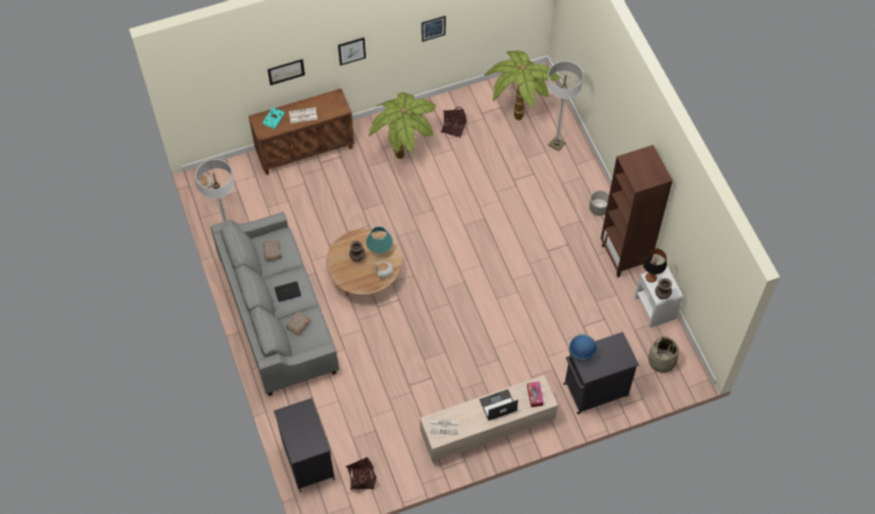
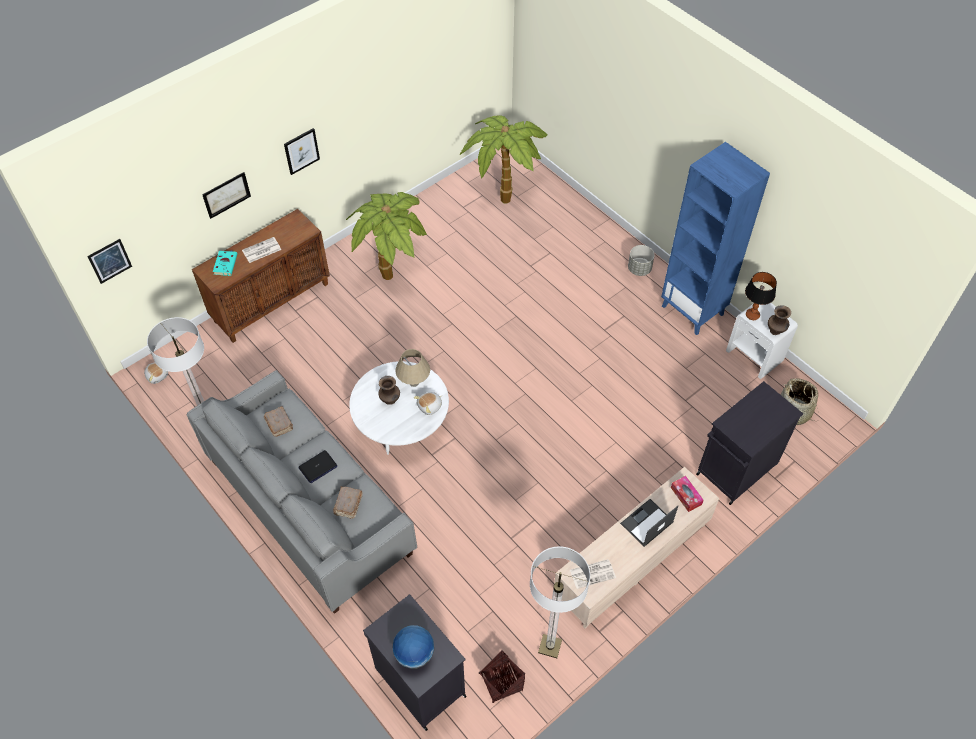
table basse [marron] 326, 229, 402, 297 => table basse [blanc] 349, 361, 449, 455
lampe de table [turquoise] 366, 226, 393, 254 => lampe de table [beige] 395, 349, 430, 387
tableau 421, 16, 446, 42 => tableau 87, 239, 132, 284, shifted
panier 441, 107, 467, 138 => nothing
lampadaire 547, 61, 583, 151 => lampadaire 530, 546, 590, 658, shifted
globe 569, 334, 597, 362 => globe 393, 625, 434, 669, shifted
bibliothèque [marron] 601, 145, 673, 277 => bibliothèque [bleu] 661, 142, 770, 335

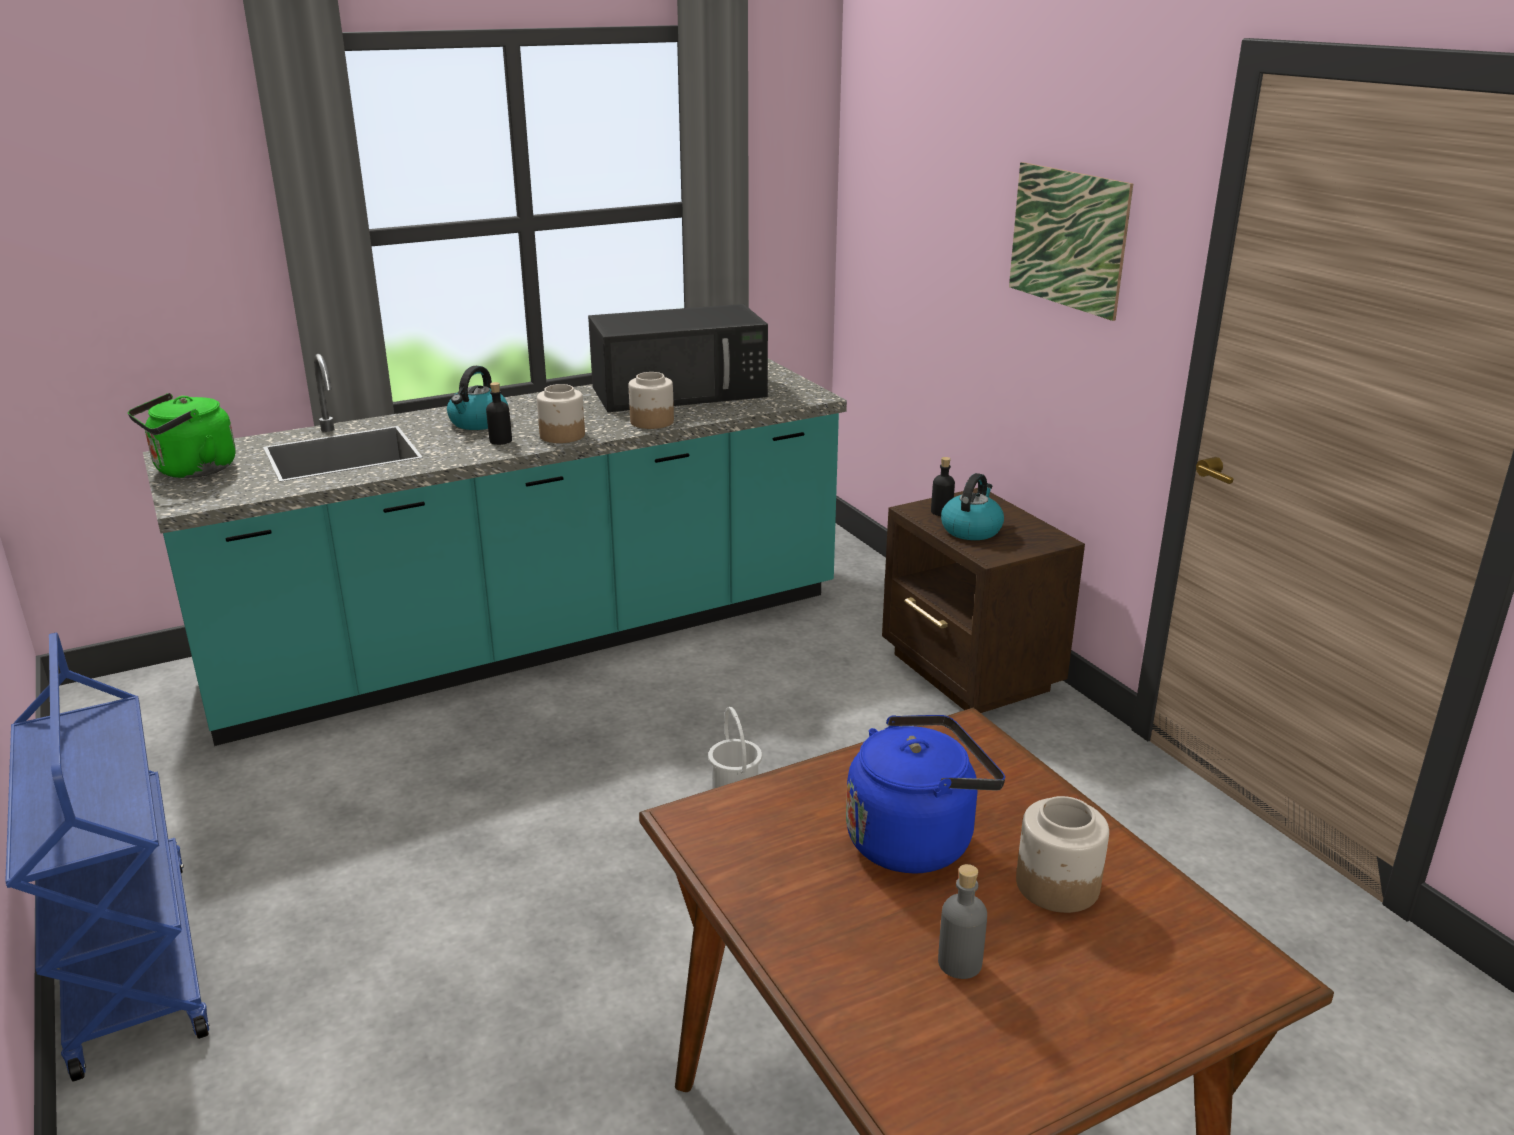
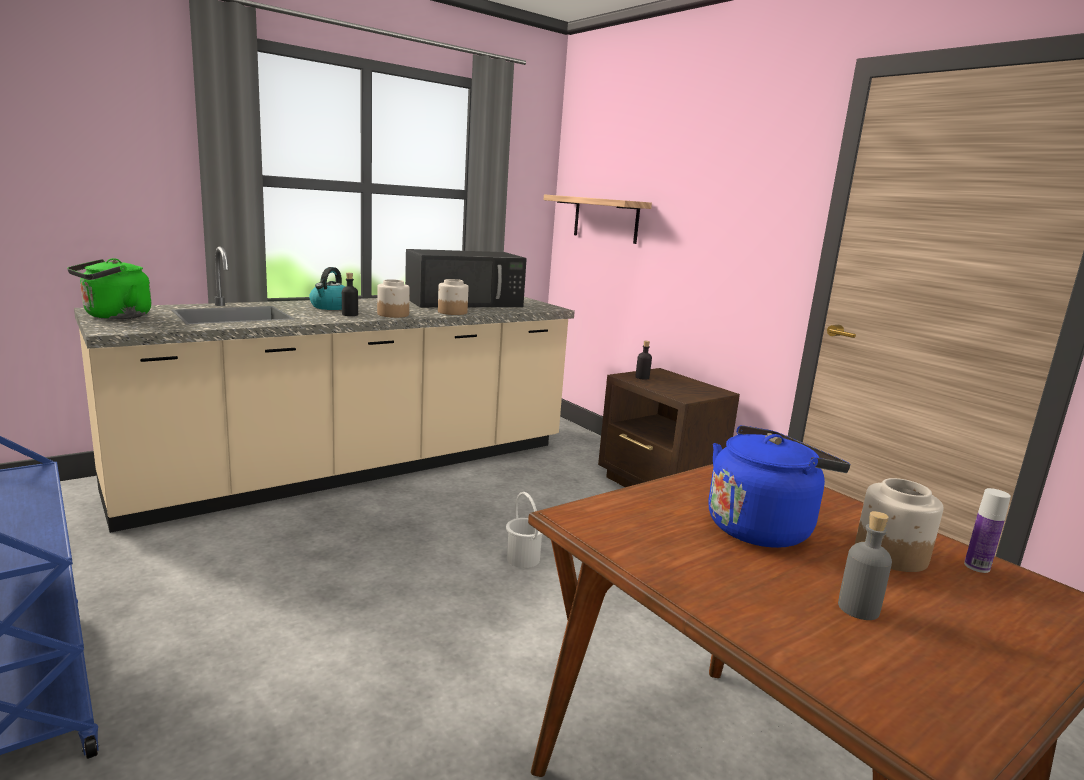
comptoir de cuisine [turquoise] 143, 354, 847, 746 => comptoir de cuisine [beige] 74, 247, 575, 533
bouilloire 941, 473, 1004, 540 => nothing
tableau 1009, 162, 1133, 321 => nothing
nothing => étagère 544, 194, 652, 244
nothing => bouteille 964, 488, 1011, 573

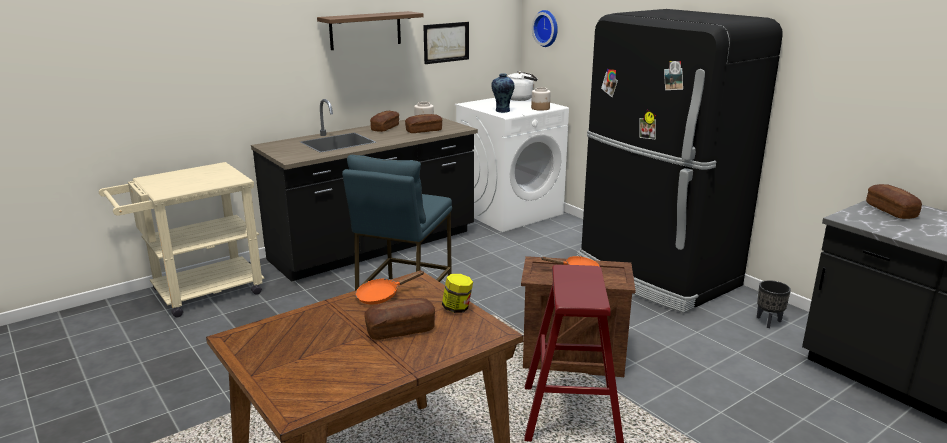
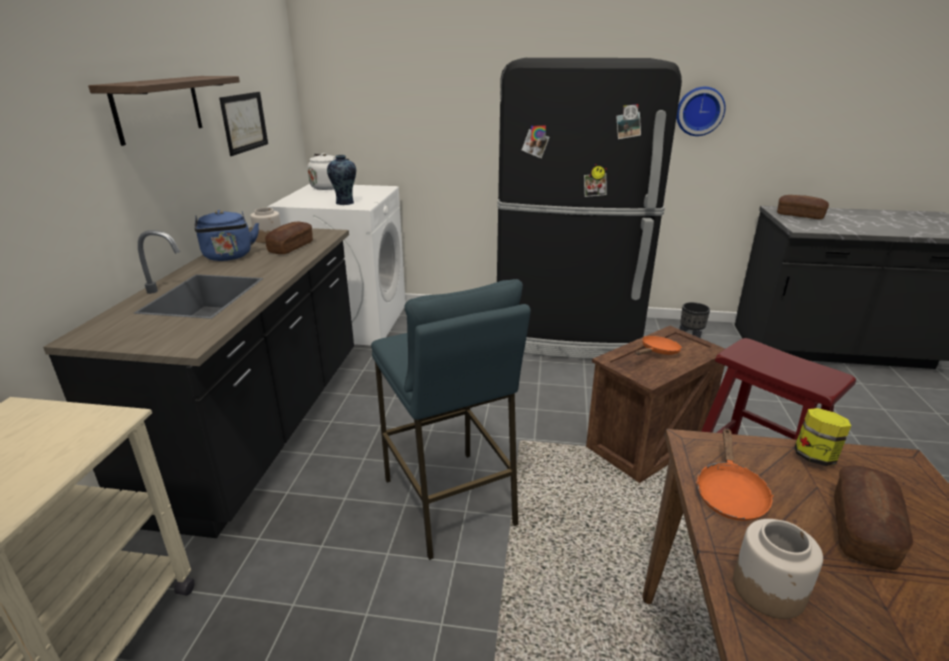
pain 370, 111, 399, 132 => bouilloire [bleu] 194, 210, 259, 261
bocal 531, 87, 551, 111 => bocal 733, 519, 823, 619, shifted
horloge murale 532, 10, 558, 47 => horloge murale 676, 87, 726, 136, shifted

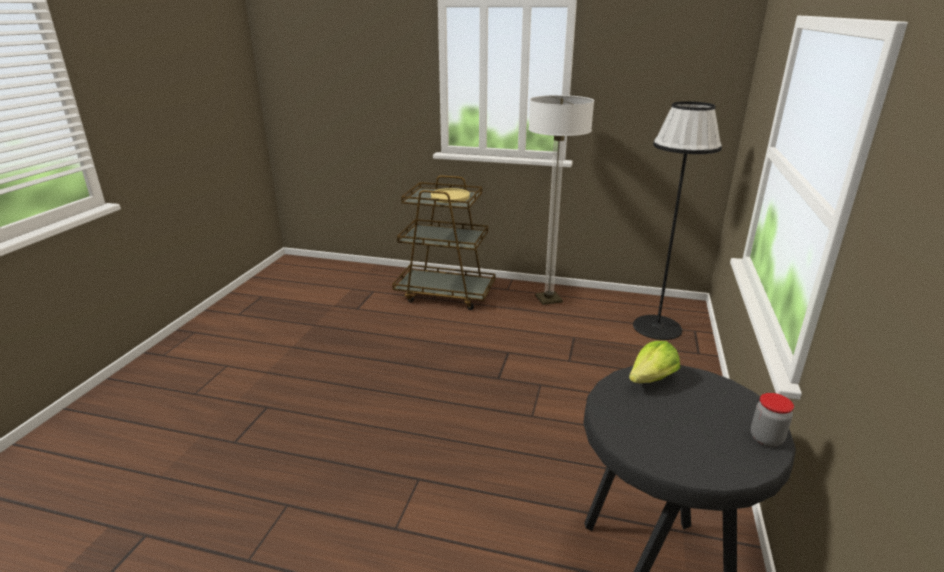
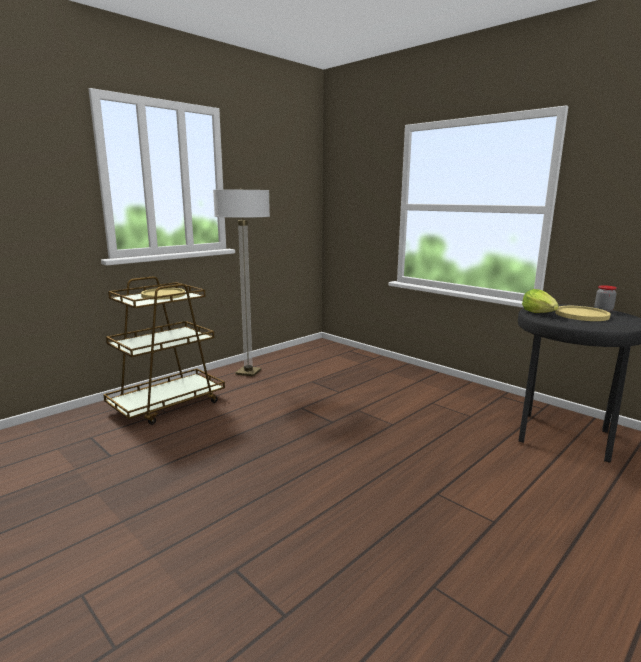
lampadaire [noir] 633, 101, 722, 340 => nothing
nothing => assiette [jaune] 555, 306, 611, 321

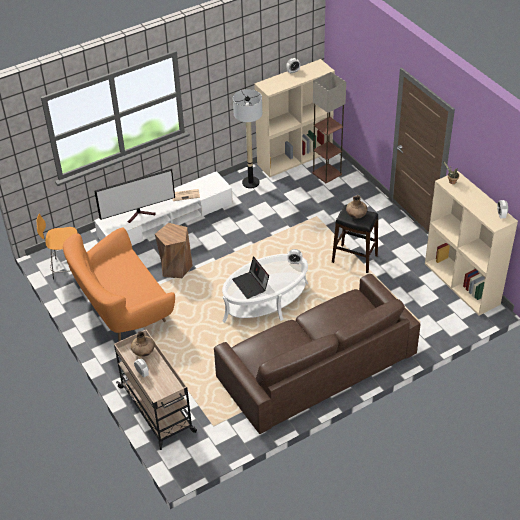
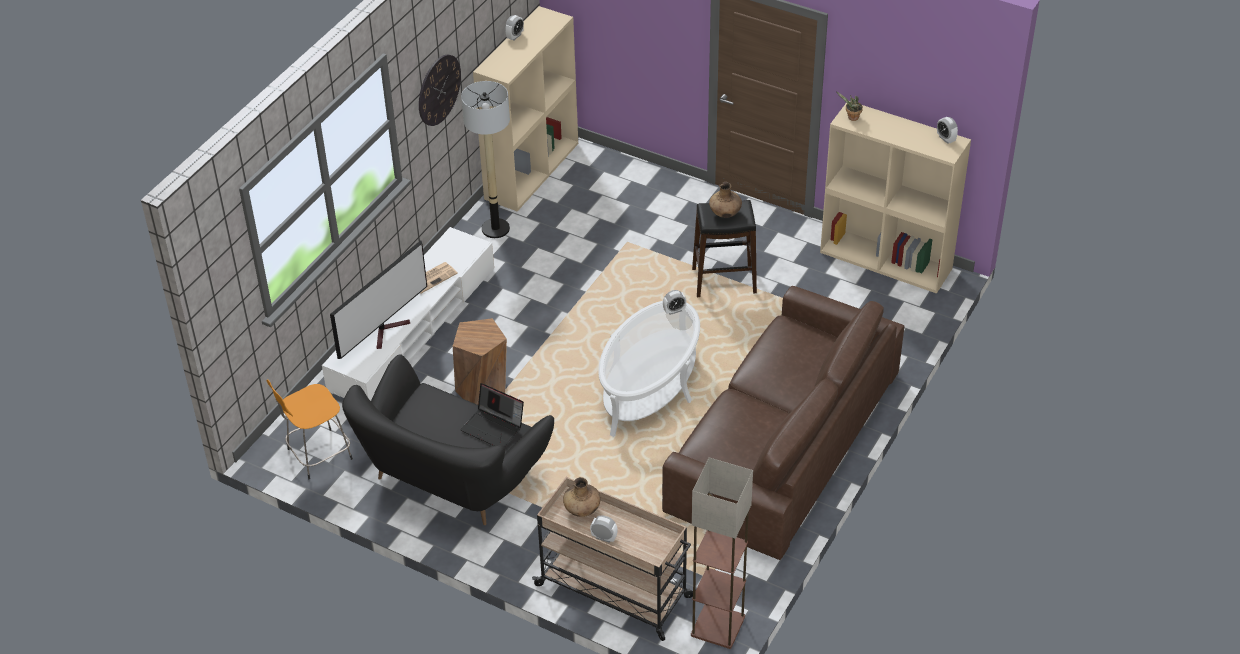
canapé [orange] 63, 228, 175, 341 => canapé [noir] 342, 354, 554, 525
ordinateur portable 232, 256, 269, 299 => ordinateur portable 461, 383, 524, 447, shifted
lampadaire 312, 72, 346, 183 => lampadaire 691, 457, 753, 649, shifted
nothing => horloge murale 419, 55, 461, 126

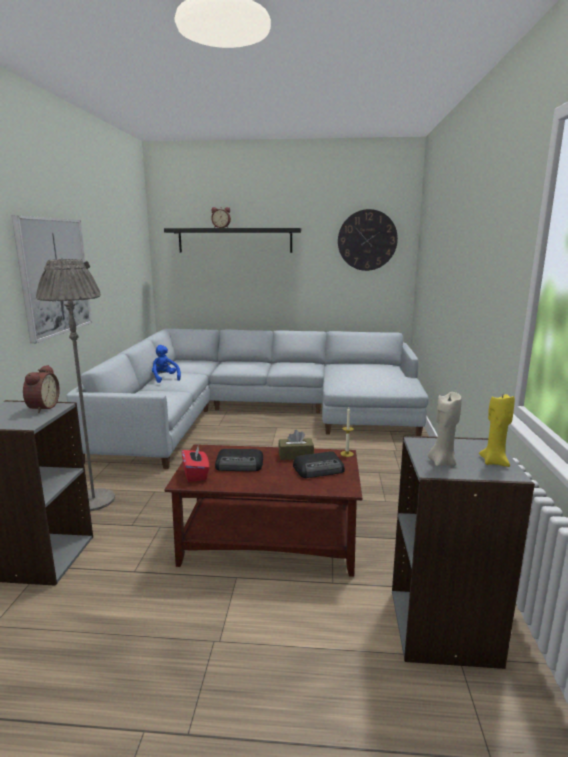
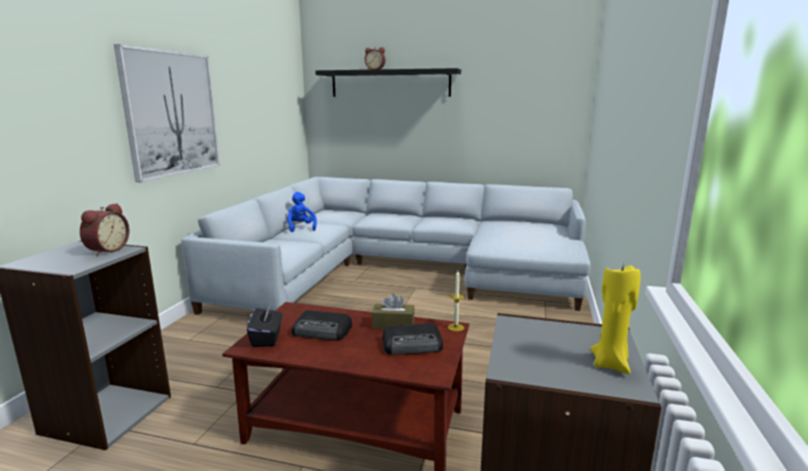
lampadaire [gris] 36, 259, 115, 511 => nothing
boîte à mouchoirs [rouge] 182, 447, 209, 482 => boîte à mouchoirs [noir] 247, 304, 282, 347
horloge murale 338, 209, 398, 271 => nothing
bougie [beige] 428, 392, 462, 467 => nothing

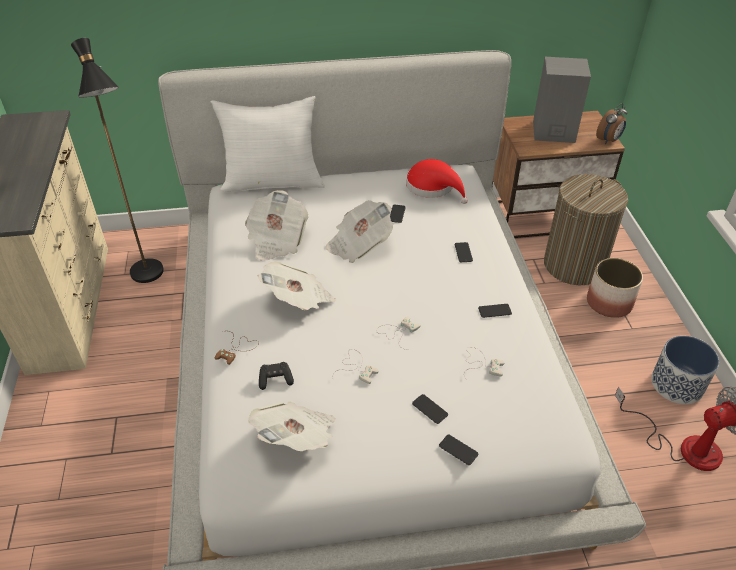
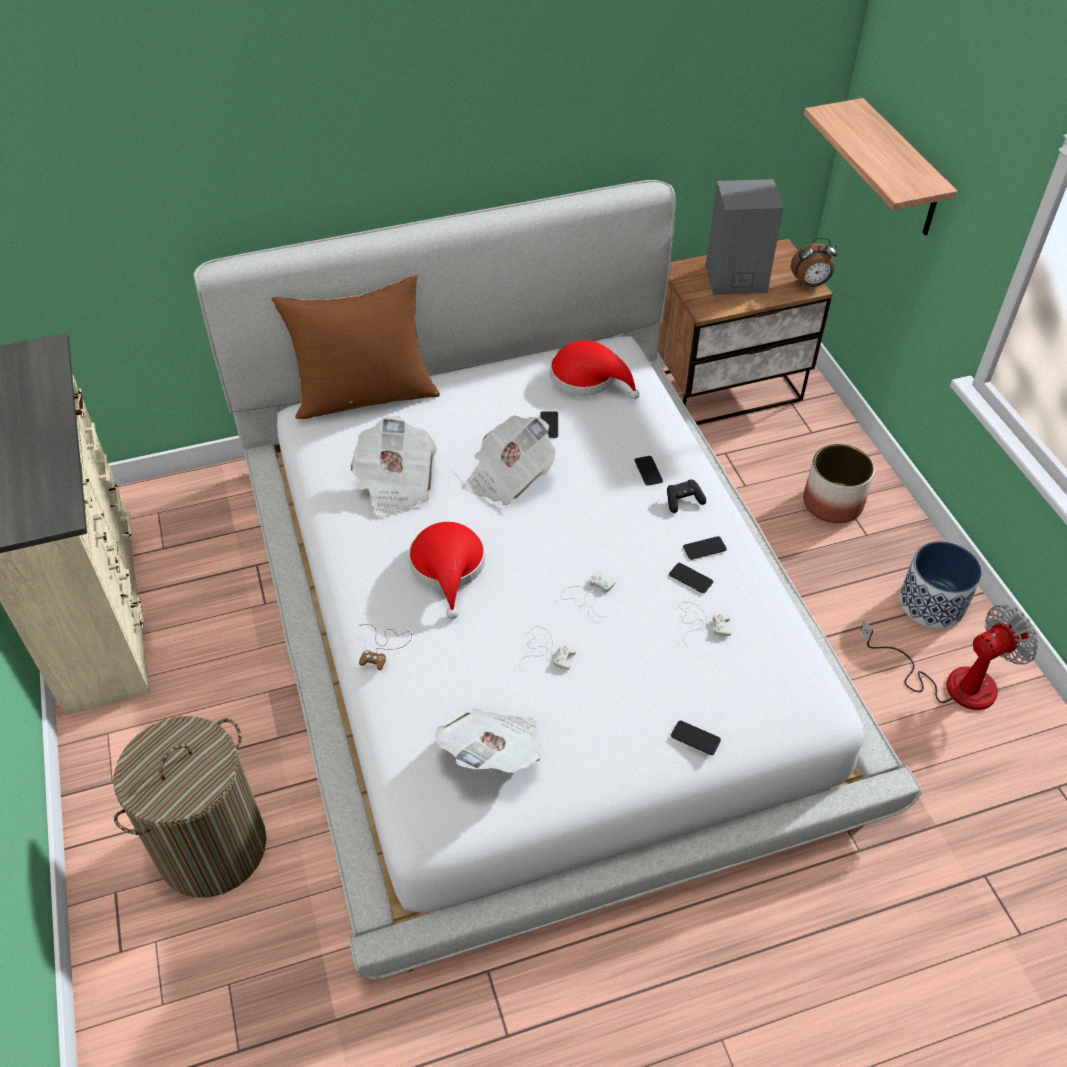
lampadaire [noir] 71, 38, 164, 283 => nothing
coussin [blanc] 211, 96, 325, 192 => coussin [marron] 271, 275, 440, 419
journal 258, 262, 336, 311 => chapeau [rouge] 409, 522, 485, 619
manette [noir] 259, 362, 294, 390 => manette [noir] 667, 479, 706, 513, shifted
téléphone 412, 394, 448, 424 => téléphone 669, 563, 713, 593, shifted
panier à linge 544, 174, 628, 285 => panier à linge 114, 716, 267, 898, shifted
réveil 596, 103, 627, 144 => réveil 791, 238, 837, 287, 45 degrees clockwise
nothing => étagère 804, 98, 958, 235

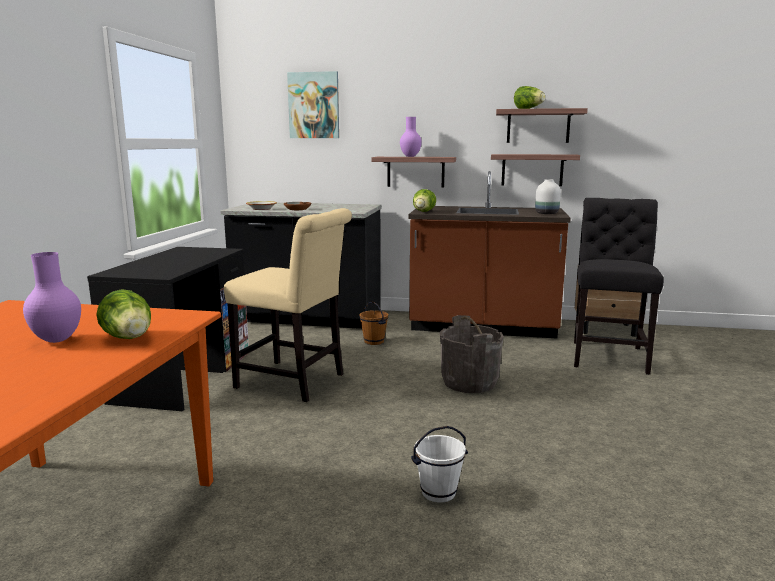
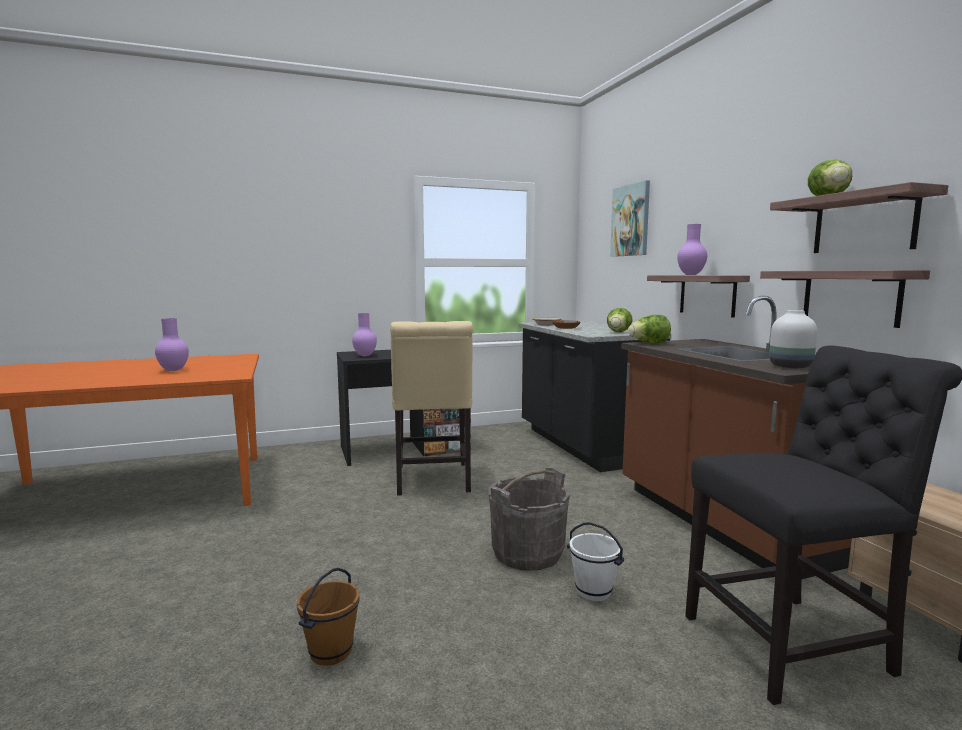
laitue 96, 289, 151, 339 => laitue 607, 308, 633, 332, shifted
seau [marron] 360, 301, 388, 345 => seau [marron] 296, 568, 359, 666, shifted
seau [blanc] 411, 426, 468, 503 => seau [blanc] 567, 522, 625, 601, shifted
nothing => vase [violet] 352, 313, 377, 356

